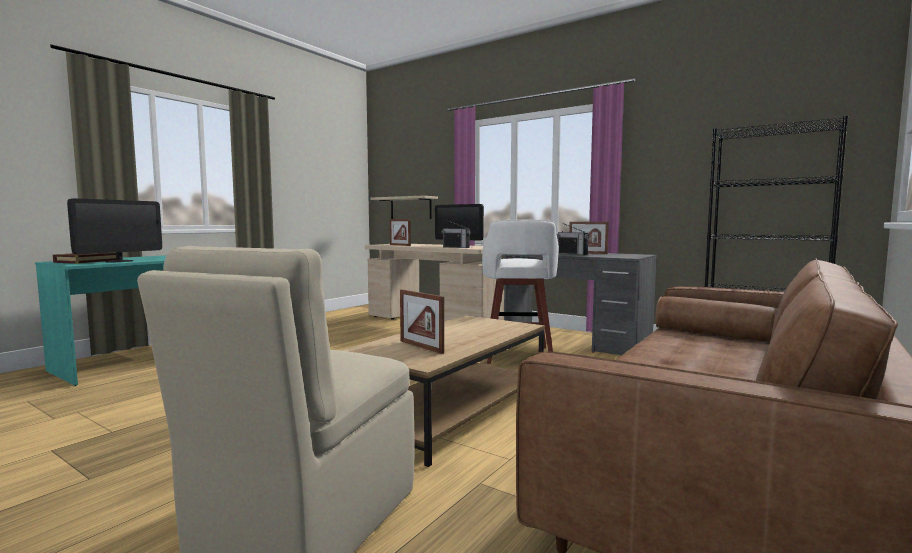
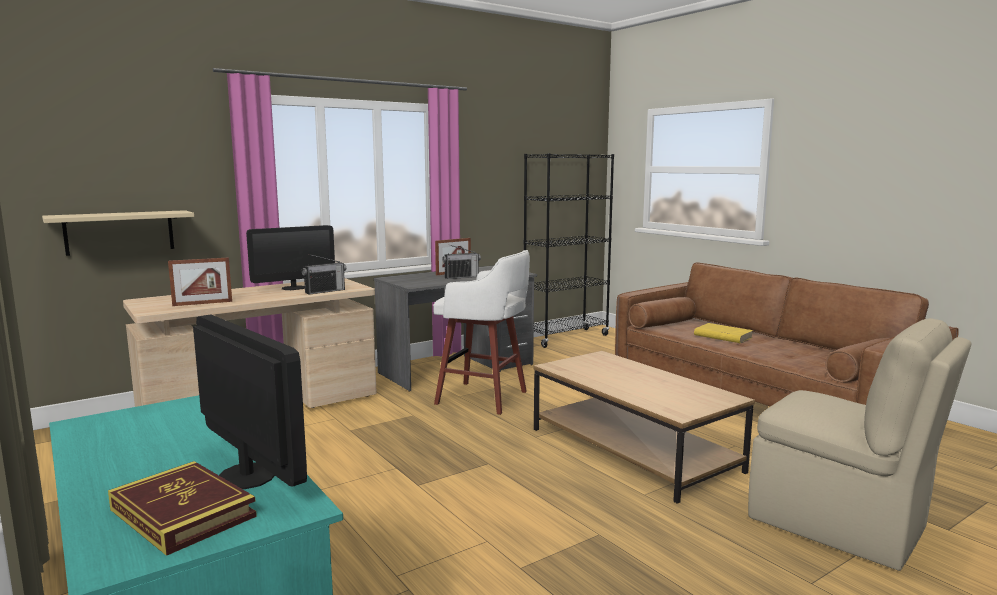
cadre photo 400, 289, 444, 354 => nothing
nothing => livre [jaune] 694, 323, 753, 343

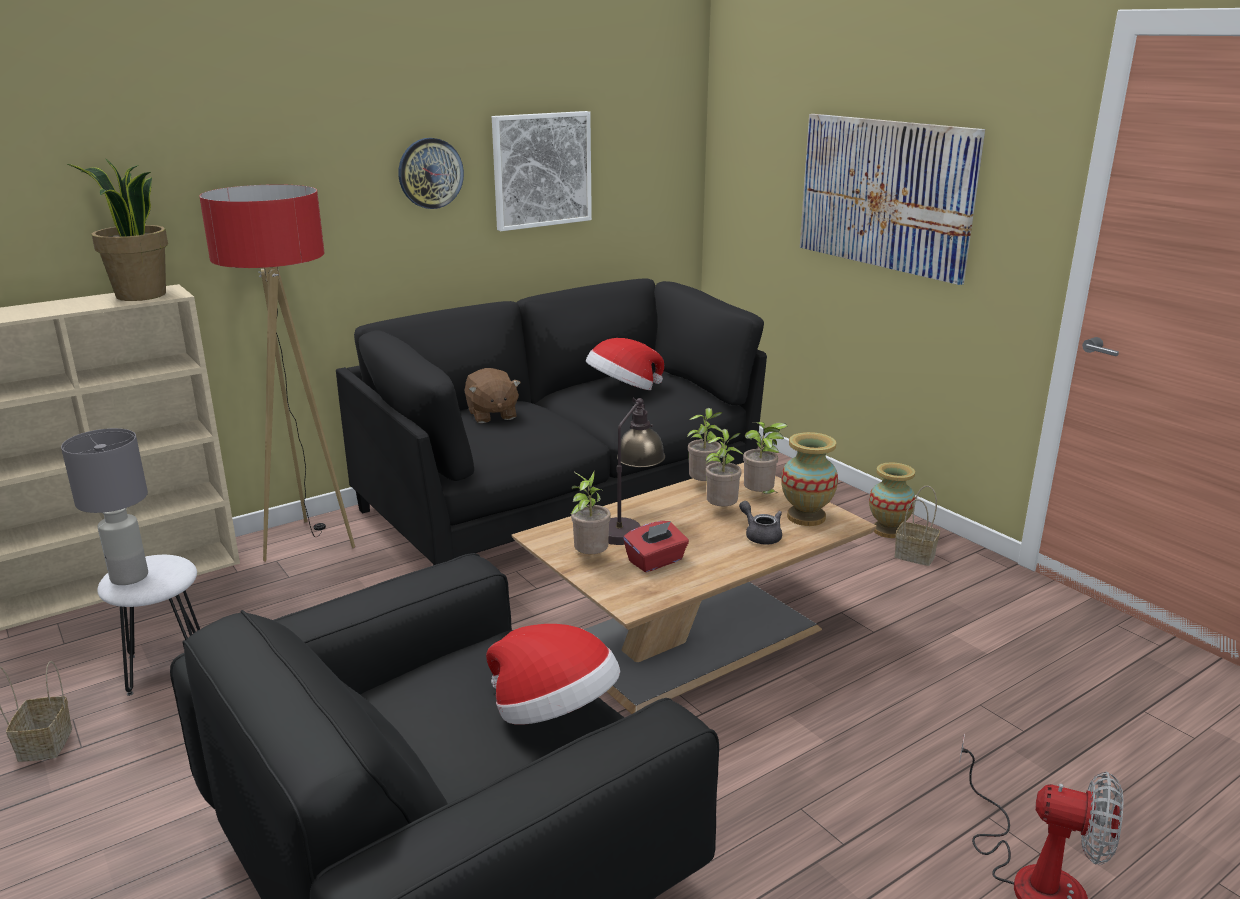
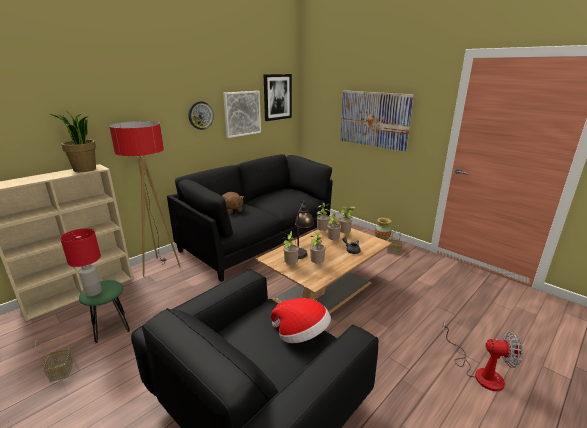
lampe de table [gris] 61, 428, 148, 585 => lampe de table [rouge] 60, 228, 102, 297
tabouret [blanc] 97, 555, 200, 696 => tabouret [vert] 79, 280, 130, 343
chapeau 586, 338, 664, 390 => nothing
boîte à mouchoirs [rouge] 623, 521, 689, 572 => plante en pot 310, 231, 326, 264
vase 781, 432, 838, 526 => nothing
nothing => tableau 264, 74, 292, 121

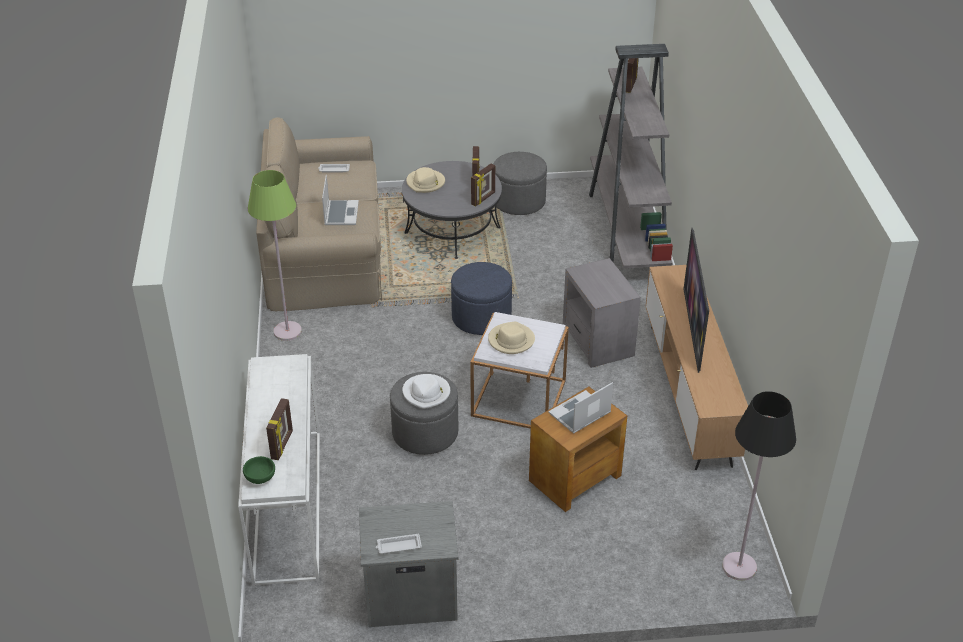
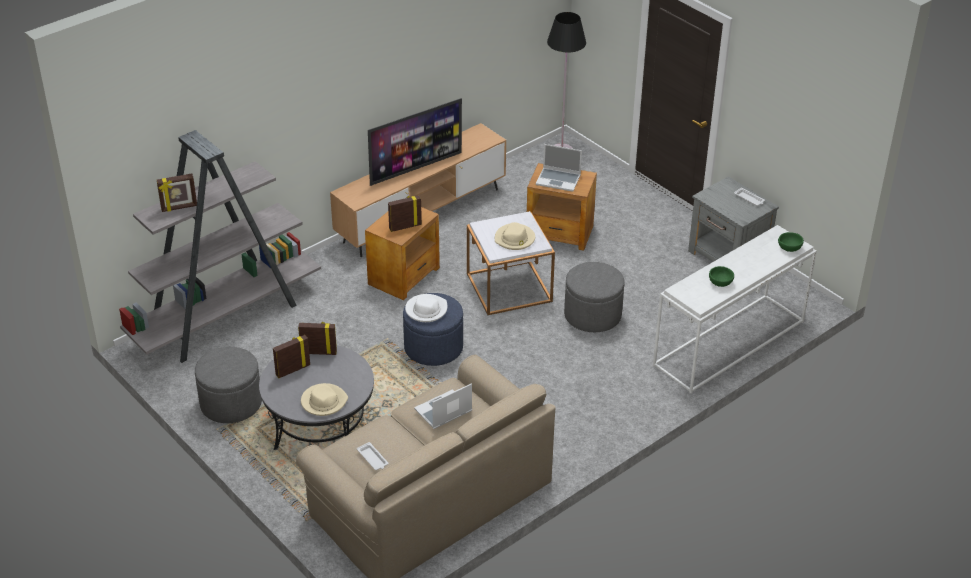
lampadaire [vert] 248, 170, 302, 341 => nothing
cadre photo 266, 398, 293, 460 => cadre photo 388, 195, 422, 232, shifted
chapeau [blanc] 402, 374, 450, 409 => chapeau [blanc] 405, 294, 447, 322, shifted
table d'appoint [gris] 563, 258, 641, 368 => table d'appoint [marron] 365, 207, 440, 300
nothing => bol [vert] 709, 266, 734, 287

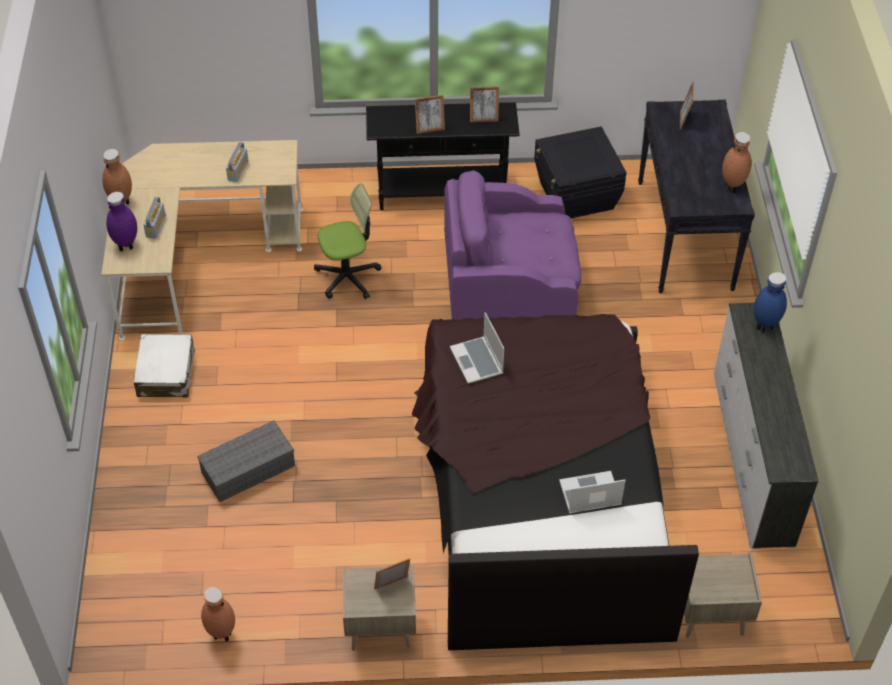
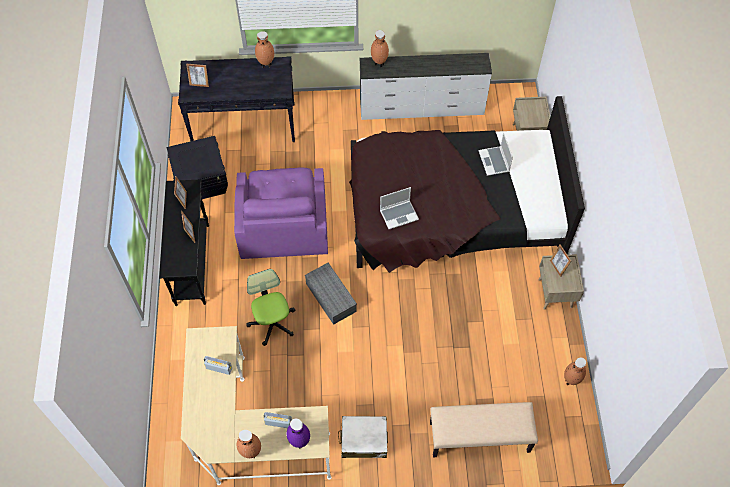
boîte de rangement [gris] 197, 421, 295, 502 => boîte de rangement [gris] 305, 263, 357, 325, shifted
vase [bleu] 754, 272, 787, 333 => vase [marron] 371, 30, 389, 68
nothing => banc [beige] 430, 402, 538, 457

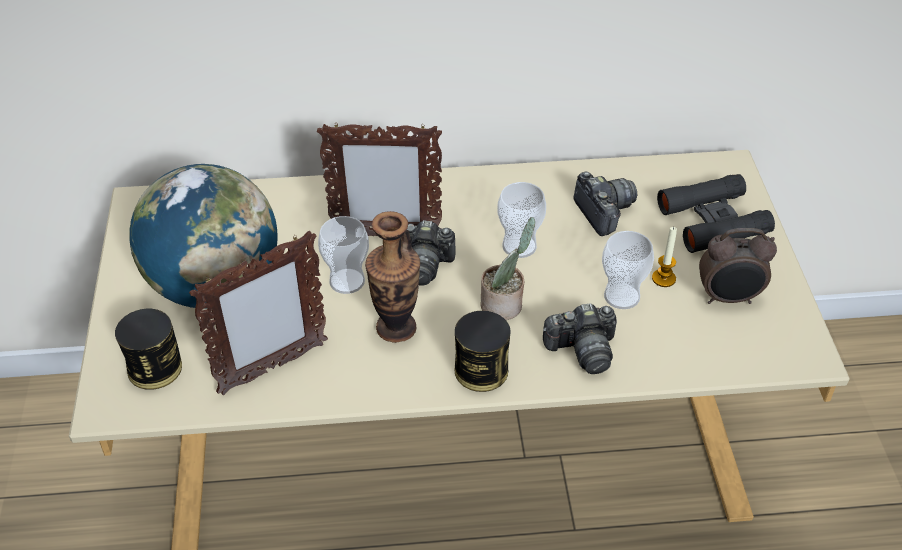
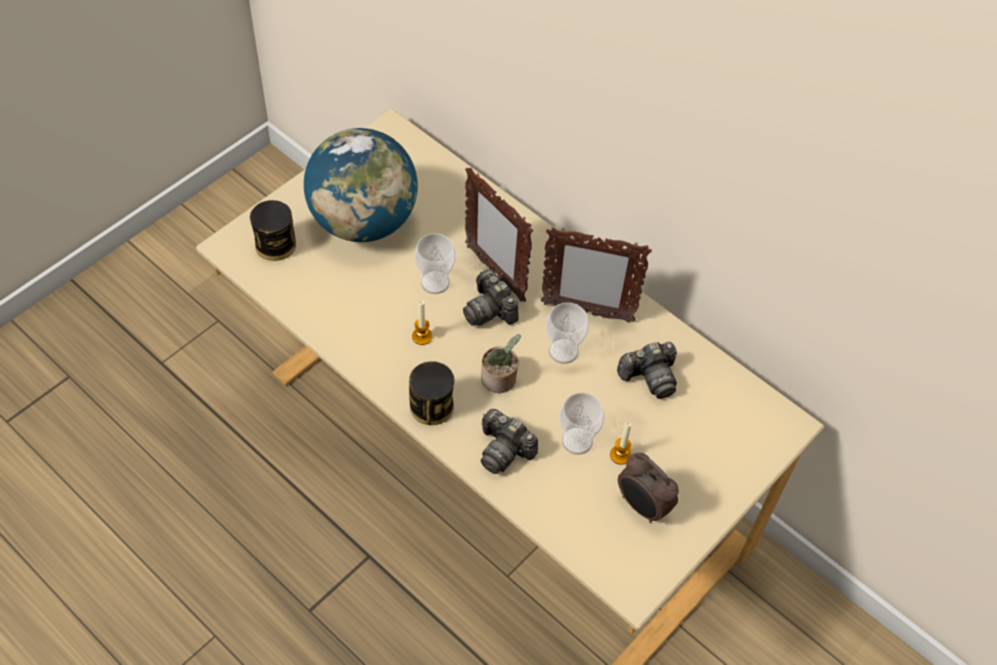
cadre photo 189, 231, 328, 395 => cadre photo 541, 227, 652, 323, shifted
vase 365, 211, 420, 343 => bougie 412, 300, 432, 345
appareil photo 573, 171, 637, 236 => appareil photo 617, 342, 677, 399, 45 degrees clockwise
jumelles [noir] 657, 174, 775, 253 => nothing

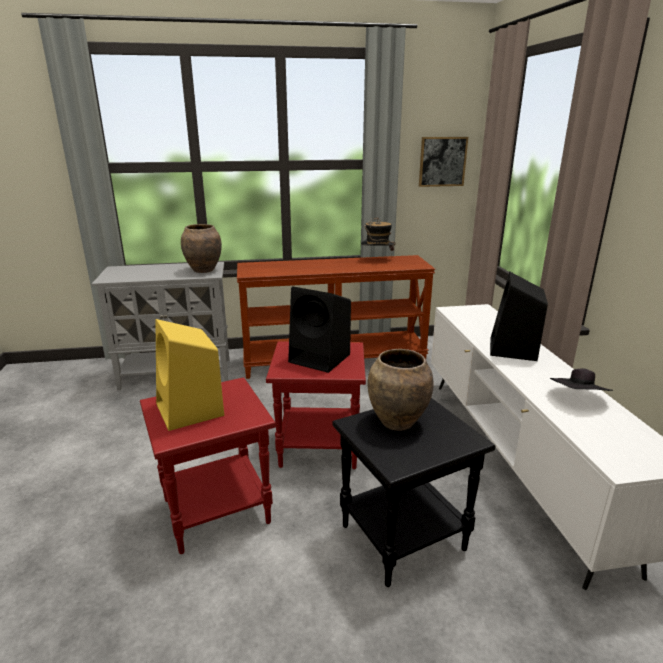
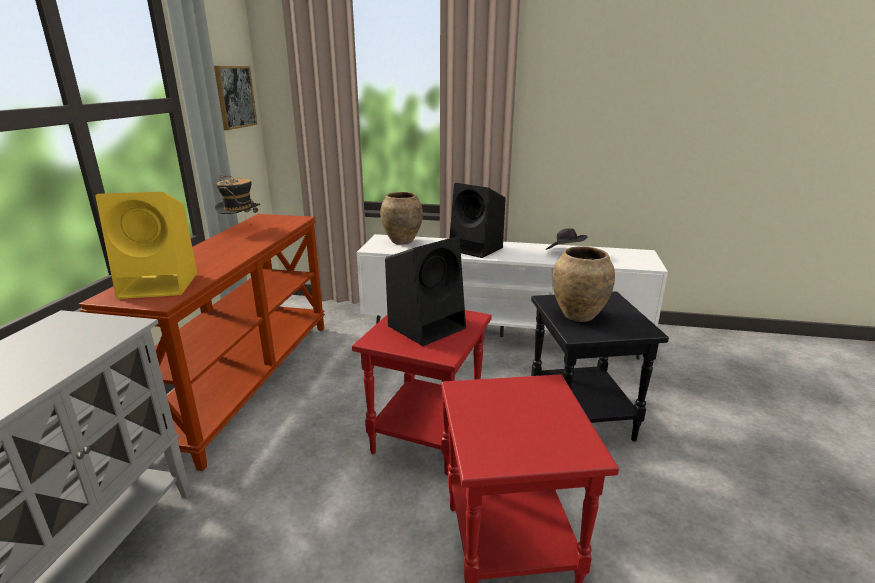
enceinte [jaune] 155, 319, 224, 431 => enceinte [jaune] 96, 192, 197, 299, shifted
vase [marron] 181, 224, 222, 273 => vase [marron] 380, 192, 423, 244, shifted

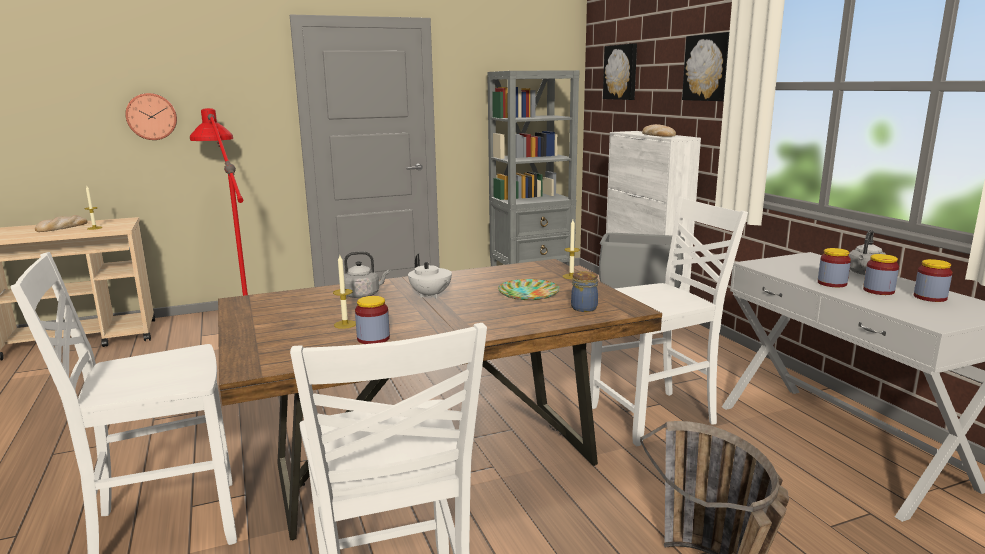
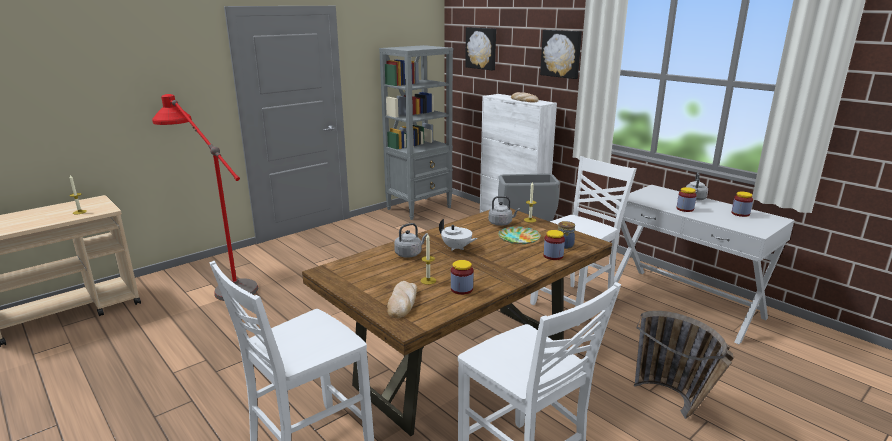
pain 35, 215, 88, 232 => pain 387, 281, 418, 318, shifted
horloge murale 125, 93, 177, 140 => nothing
bocal 863, 254, 899, 295 => bocal 543, 230, 565, 260, shifted
nothing => bouilloire [gris] 489, 196, 520, 226

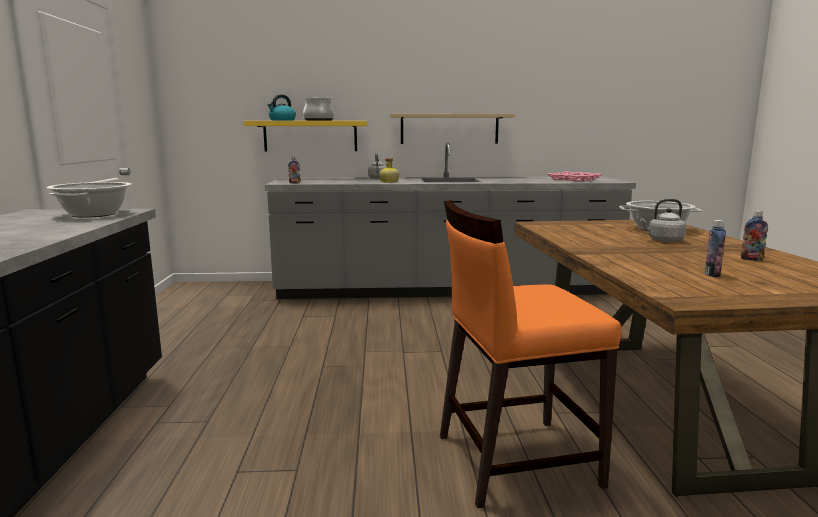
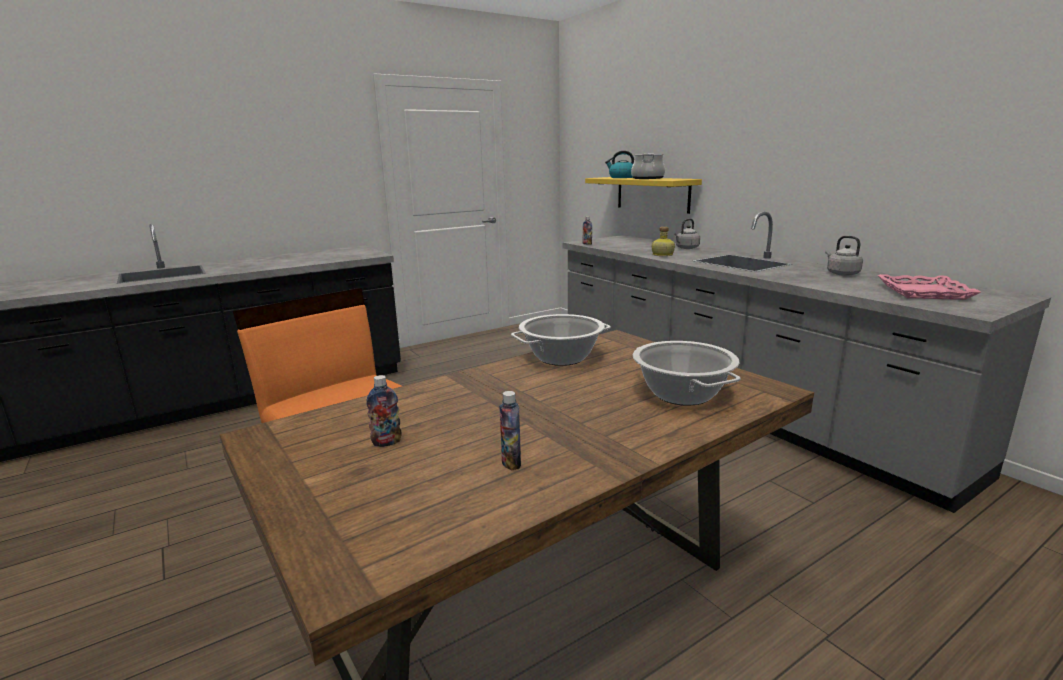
marmite 47, 182, 132, 218 => marmite 511, 314, 611, 366, shifted
étagère [beige] 390, 113, 516, 144 => nothing
bouilloire [gris] 639, 199, 686, 242 => bouilloire [gris] 825, 236, 863, 276, shifted

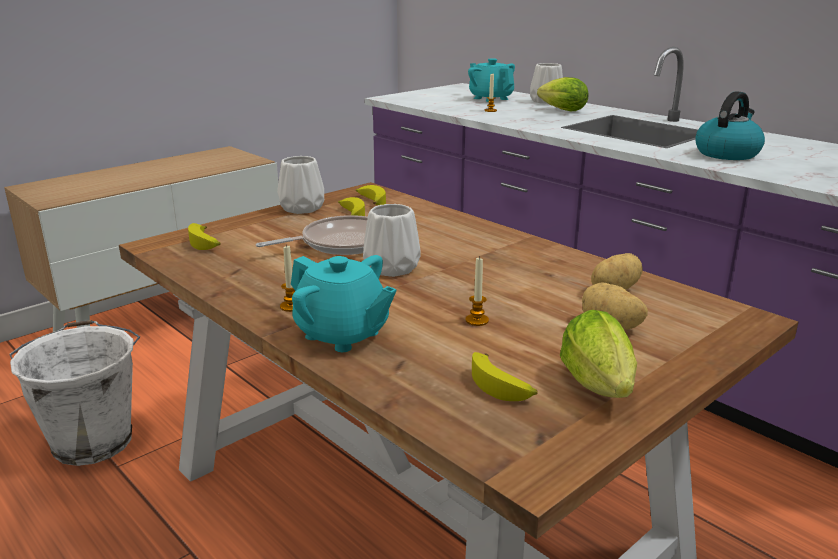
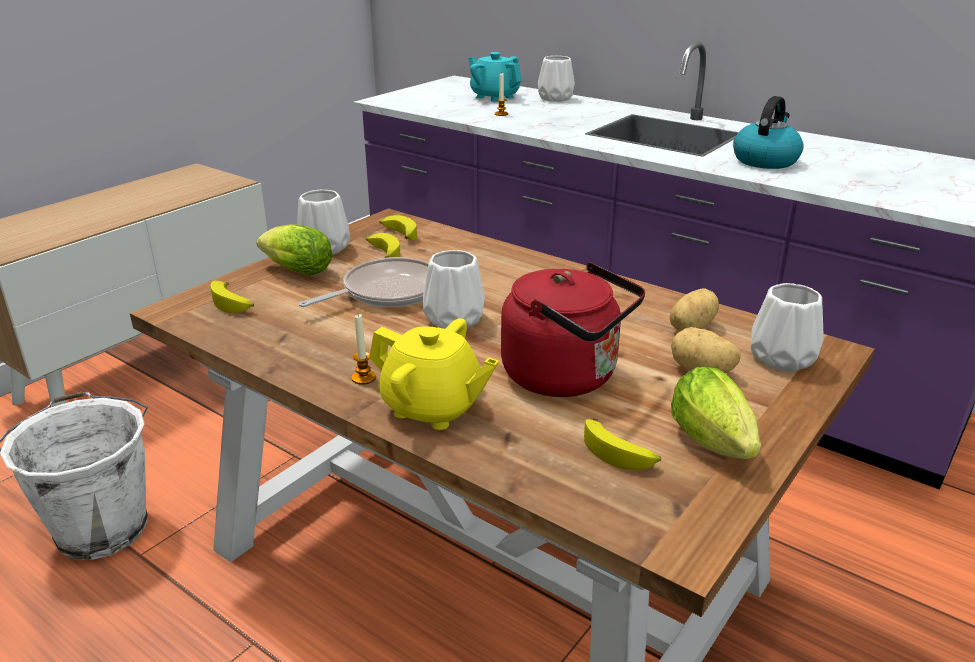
théière [turquoise] 291, 255, 397, 352 => théière [jaune] 369, 318, 499, 430
bougie 465, 256, 489, 326 => bouilloire [rouge] 501, 262, 645, 397
laitue 537, 77, 588, 111 => laitue 256, 224, 332, 276, shifted
nothing => vase [blanc] 750, 283, 824, 372

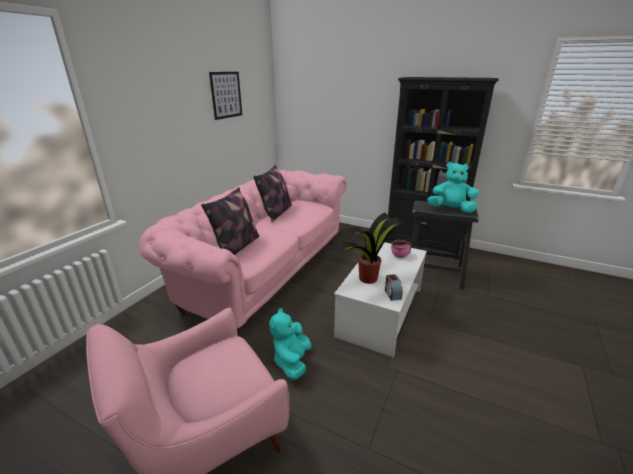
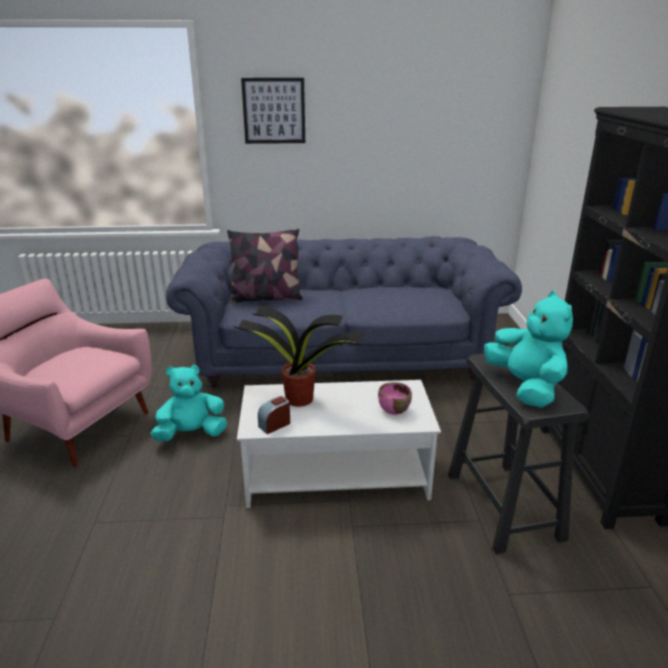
canapé [rose] 139, 170, 347, 334 => canapé [bleu] 166, 236, 522, 388
tableau 209, 72, 242, 120 => tableau 241, 78, 305, 144, shifted
coussin 253, 165, 292, 222 => nothing

